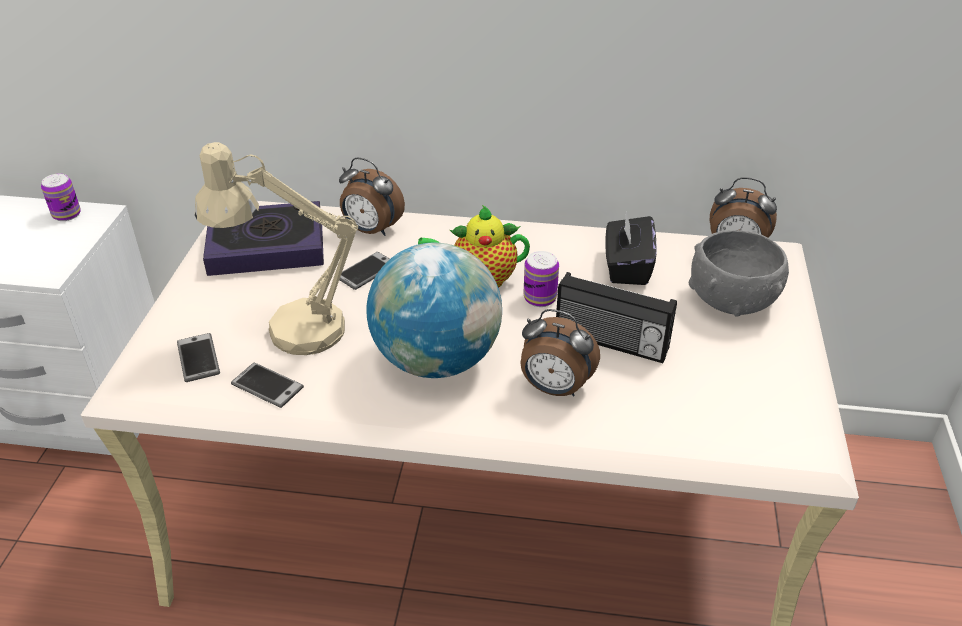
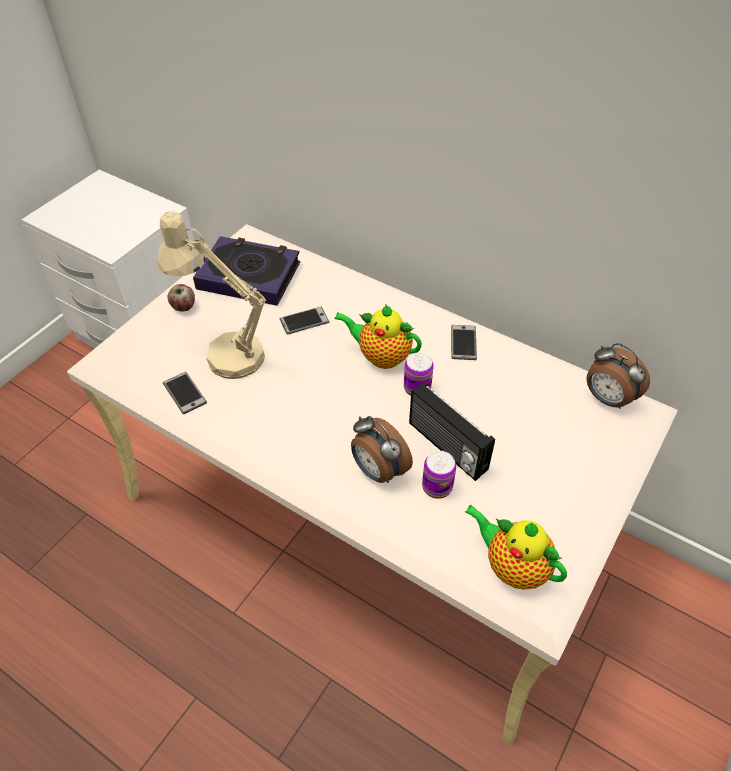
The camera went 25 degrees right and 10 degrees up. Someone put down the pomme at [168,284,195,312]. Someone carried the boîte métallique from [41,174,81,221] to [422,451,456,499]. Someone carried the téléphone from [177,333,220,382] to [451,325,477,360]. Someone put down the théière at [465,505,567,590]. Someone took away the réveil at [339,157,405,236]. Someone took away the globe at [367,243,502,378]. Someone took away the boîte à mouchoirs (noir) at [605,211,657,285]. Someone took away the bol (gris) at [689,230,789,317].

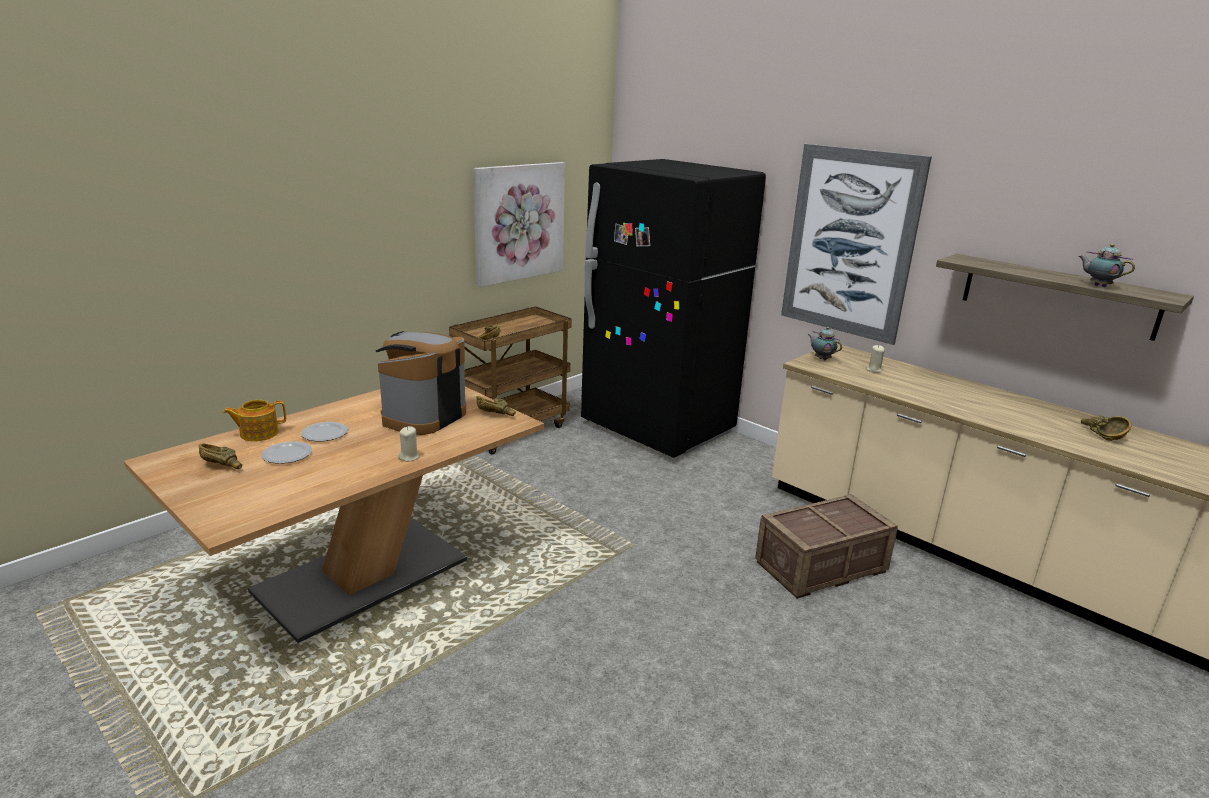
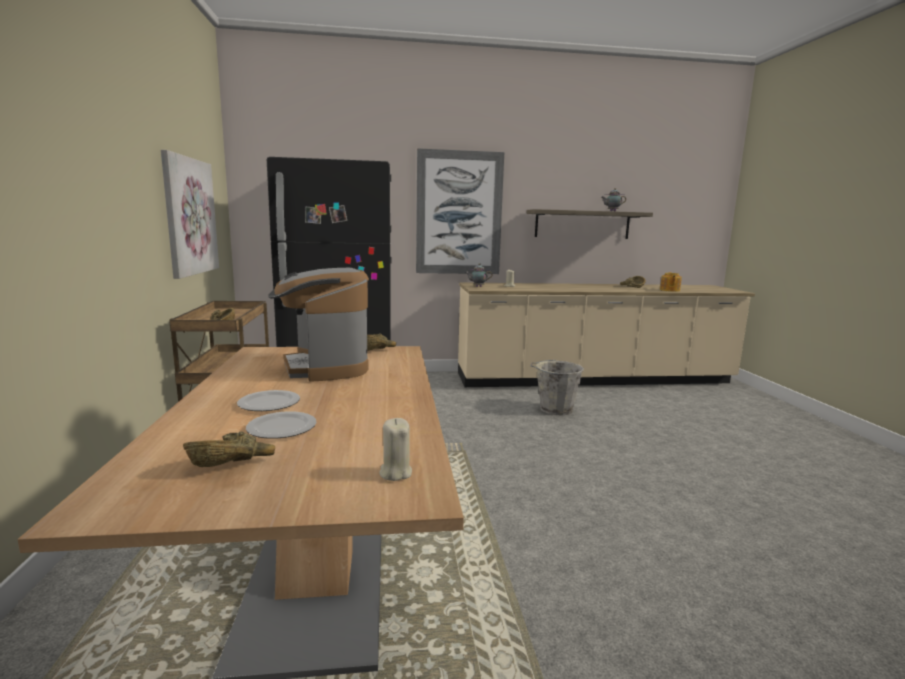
The camera went 50 degrees left and 10 degrees down. Someone carried the bougie (beige) from [399,426,419,462] to [379,418,412,481]. Someone swapped the caisse at [755,494,898,599] for the seau (gris) at [530,360,584,415]. Someone carried the théière from [223,400,286,441] to [660,272,682,292].

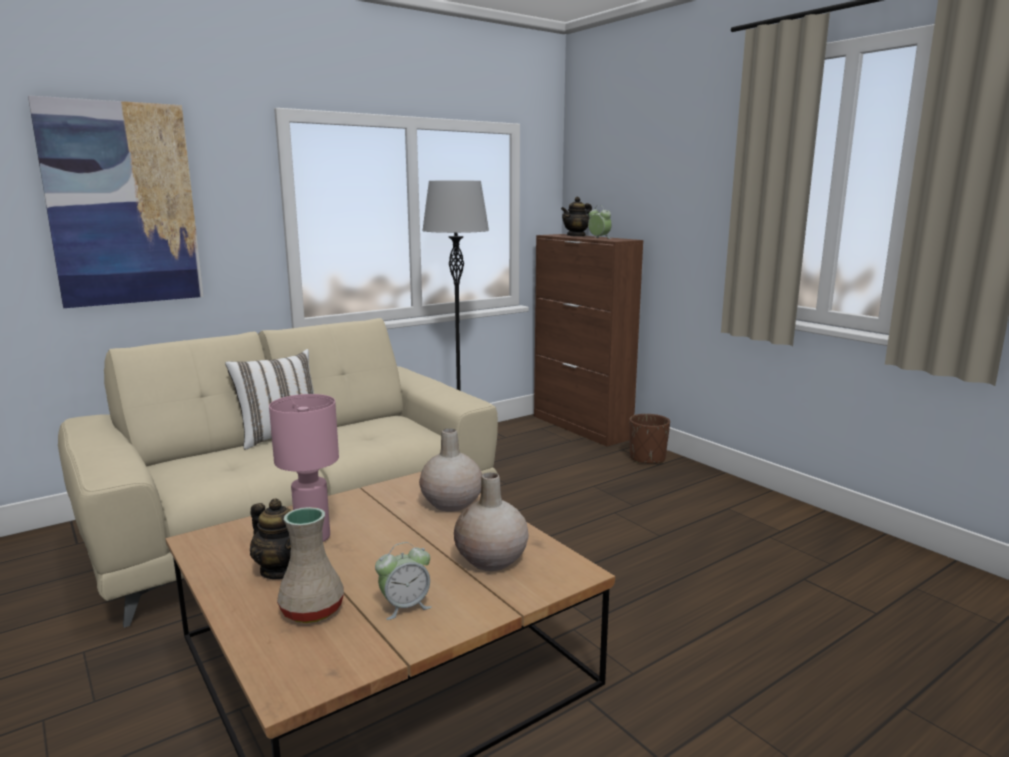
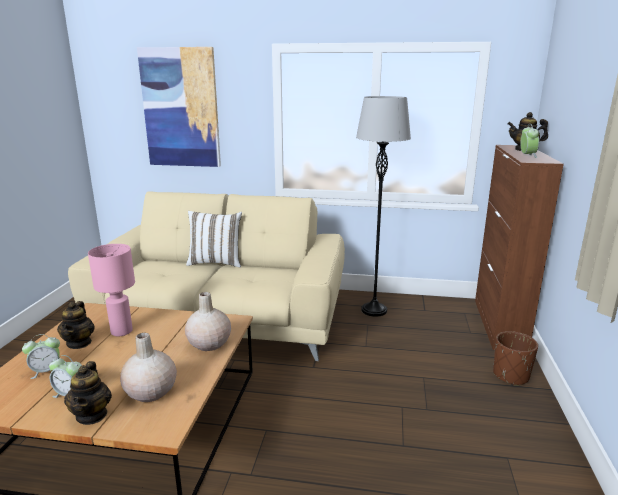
The camera went 45 degrees right and 5 degrees up. Someone swapped the vase (beige) at [277,507,344,623] for the réveil at [22,334,60,379]. Someone put down the théière at [64,361,112,425].

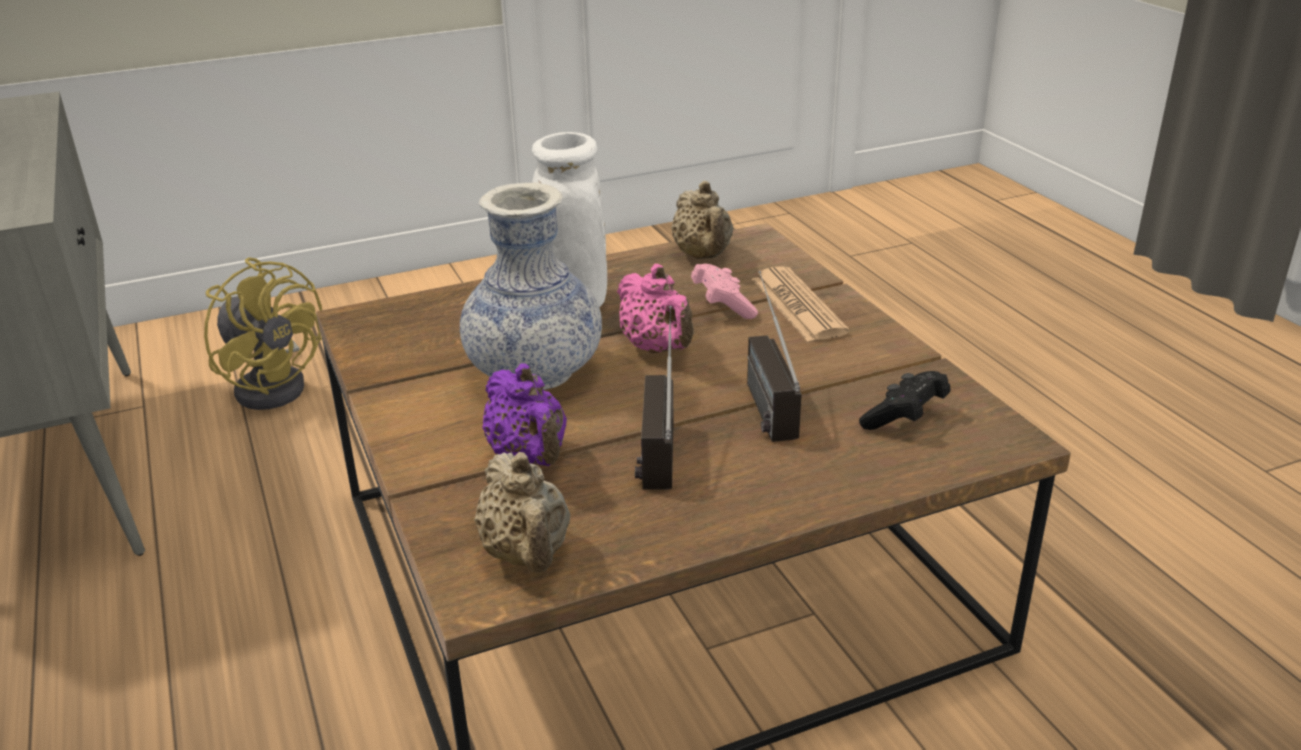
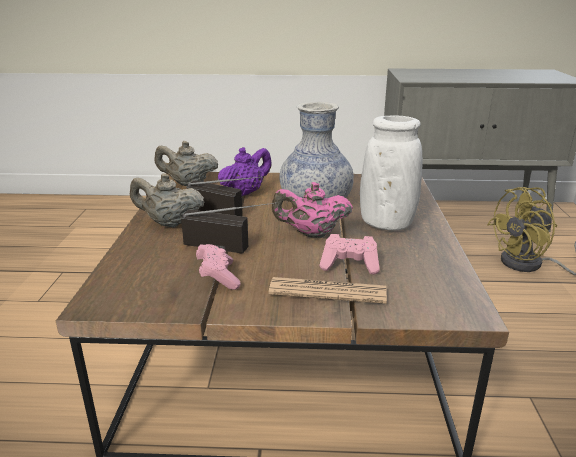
The camera went 115 degrees right and 5 degrees down. Someone carried the théière (beige) from [671,181,733,259] to [130,173,205,228]. Someone put down the manette (rose) at [196,244,241,290]. Someone rotated the théière (violet) at [482,363,567,466] by 135 degrees clockwise. Someone took away the manette (noir) at [859,371,951,430].

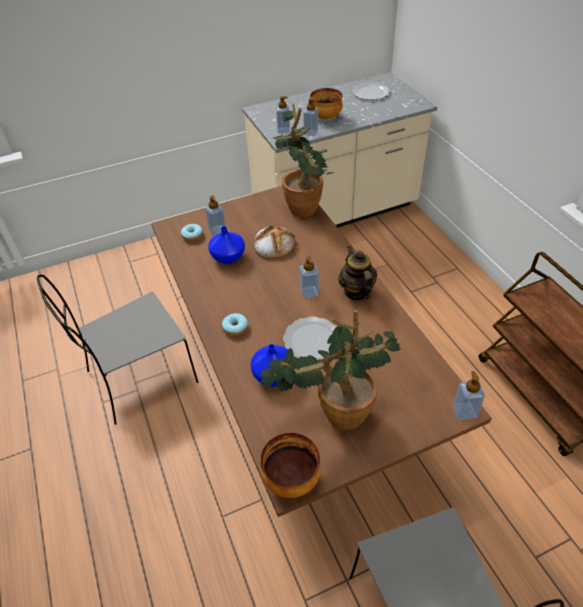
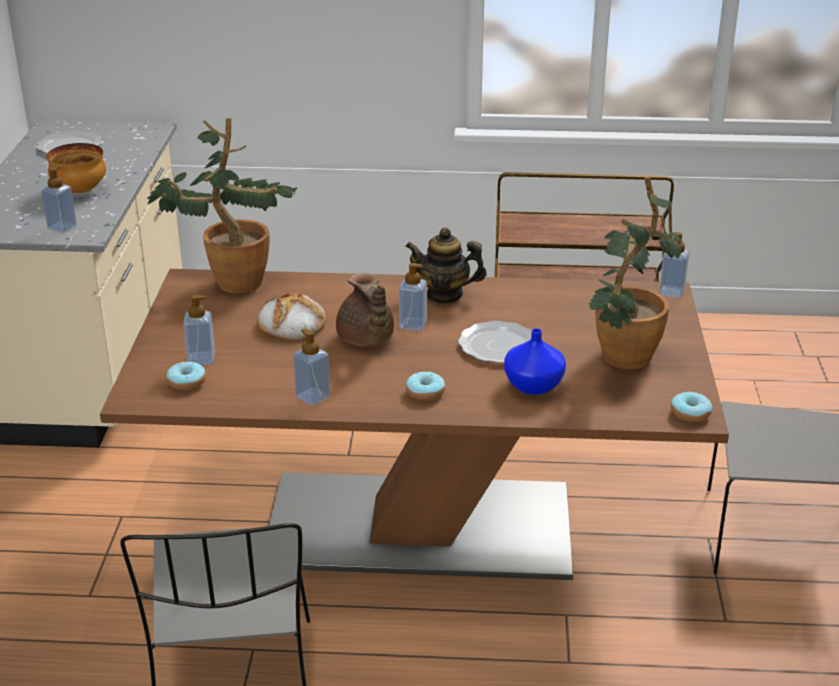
The camera went 65 degrees left and 15 degrees down. Someone carried the distributeur de savon from [303,97,318,136] to [293,328,330,405]. Someone put down the théière (marron) at [336,273,394,346]. Someone swapped the bol at [260,433,321,498] for the beignet at [671,391,712,422]. Someone took away the vase (bleu) at [208,226,245,264].

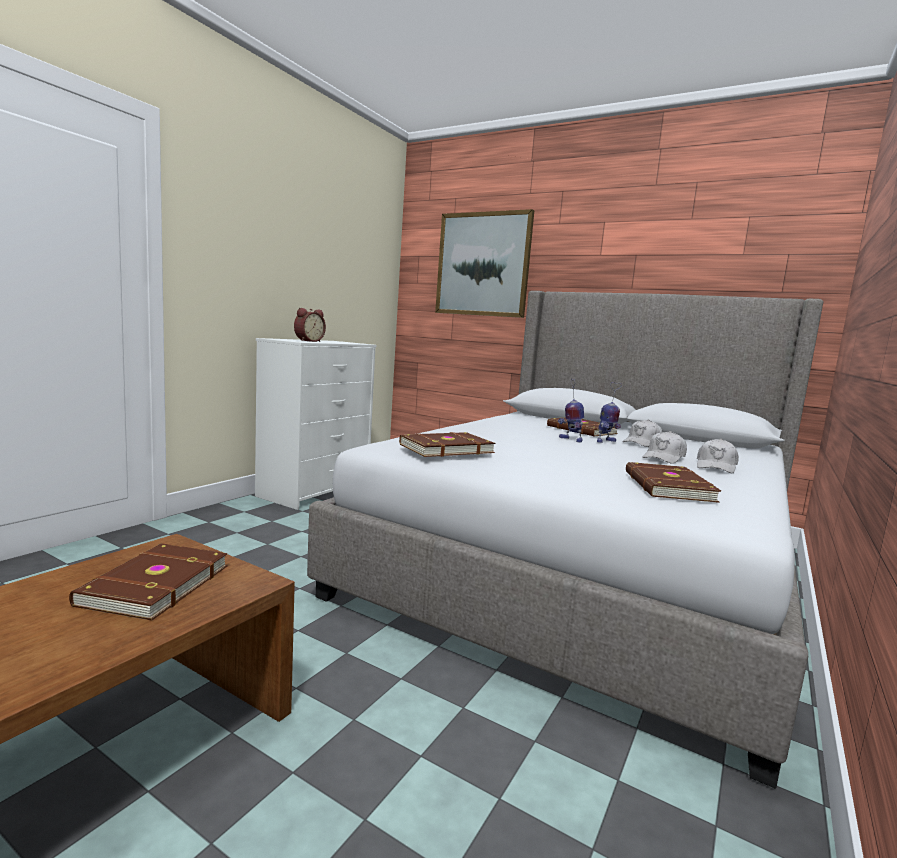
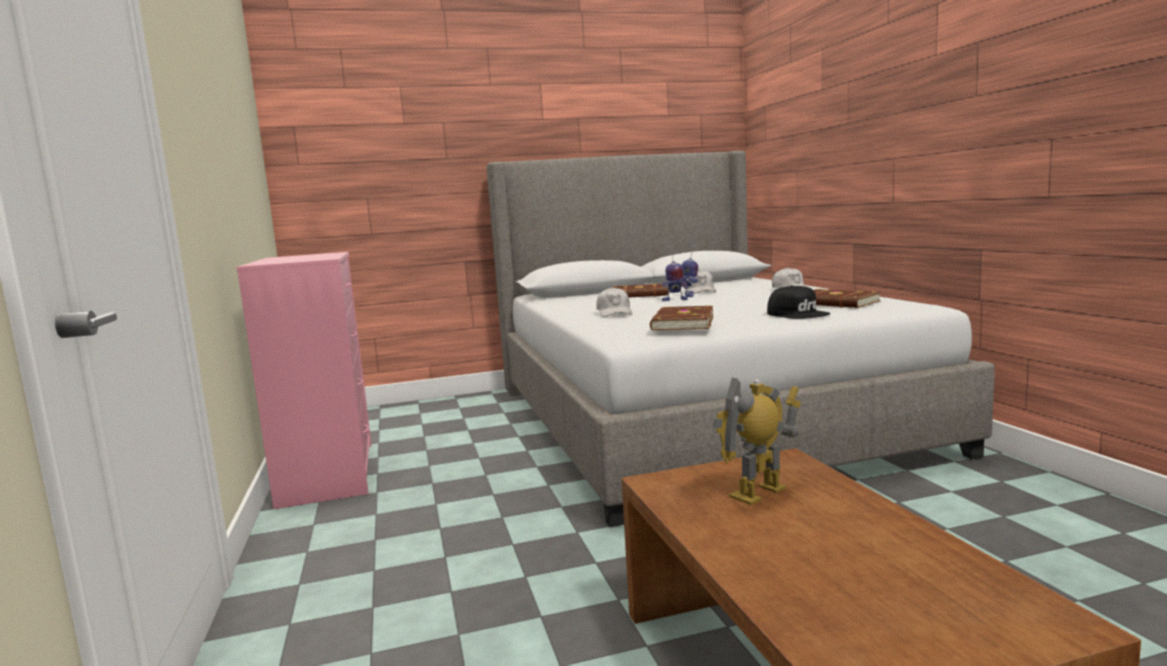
The camera went 45 degrees left and 0 degrees up. Someone repainted the commode (blanc) at [255,338,376,510], which became the commode (rose) at [236,252,372,509]. Someone carried the casquette (blanc) from [642,431,687,464] to [596,287,632,317]. Someone swapped the livre (marron) at [69,543,228,621] for the robot jouet at [713,378,801,505]. Someone put down the casquette (noir) at [767,285,830,319]. Someone took away the réveil at [294,308,326,342]. Someone took away the tableau at [435,209,534,318].

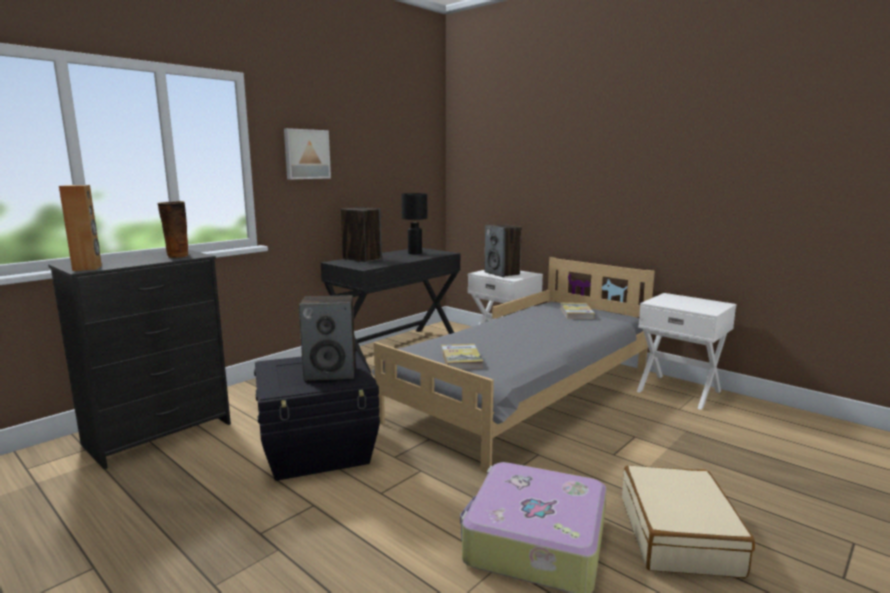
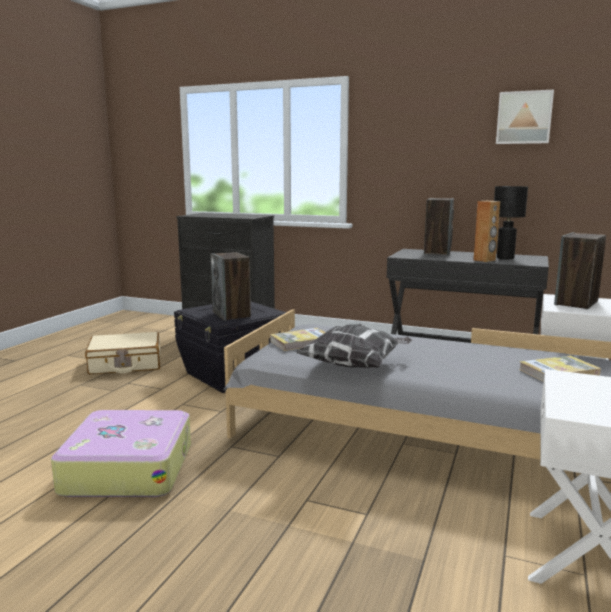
The camera went 70 degrees right and 0 degrees up. Someone carried the valise (beige) from [622,465,755,578] to [85,332,160,374]. Someone put down the coussin at [296,324,412,368]. Someone carried the enceinte (marron) from [59,185,102,271] to [473,201,500,262]. Someone carried the tableau from [284,128,331,179] to [496,90,554,144]. Someone took away the vase at [157,201,189,258].

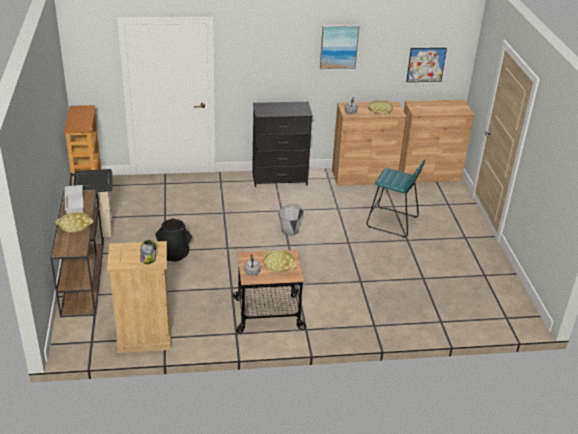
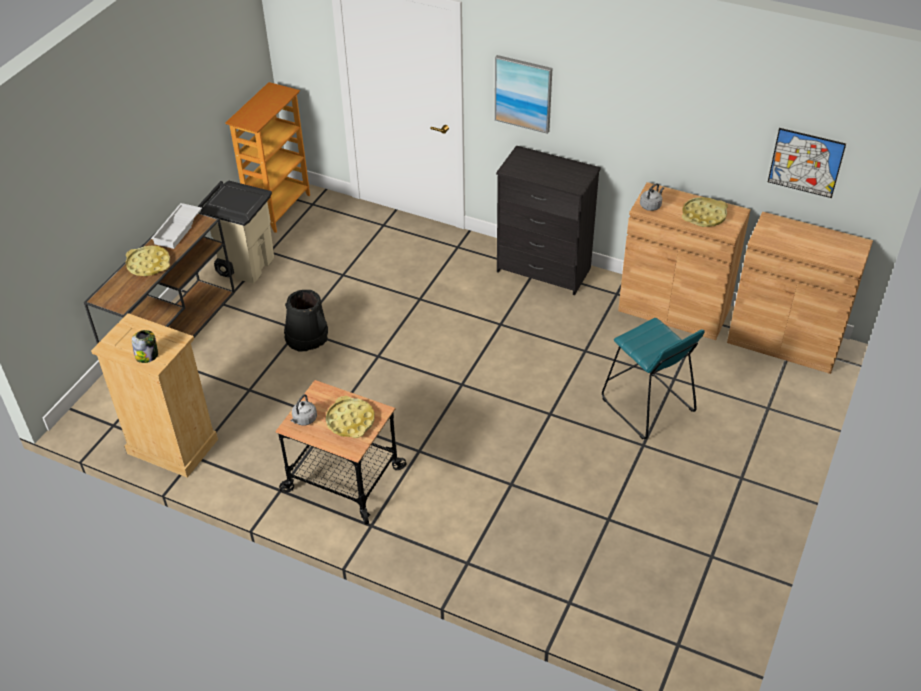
The camera went 35 degrees right and 10 degrees up. Someone carried the tableau from [320,25,360,69] to [495,55,552,134]. Someone took away the seau (gris) at [278,204,304,236].

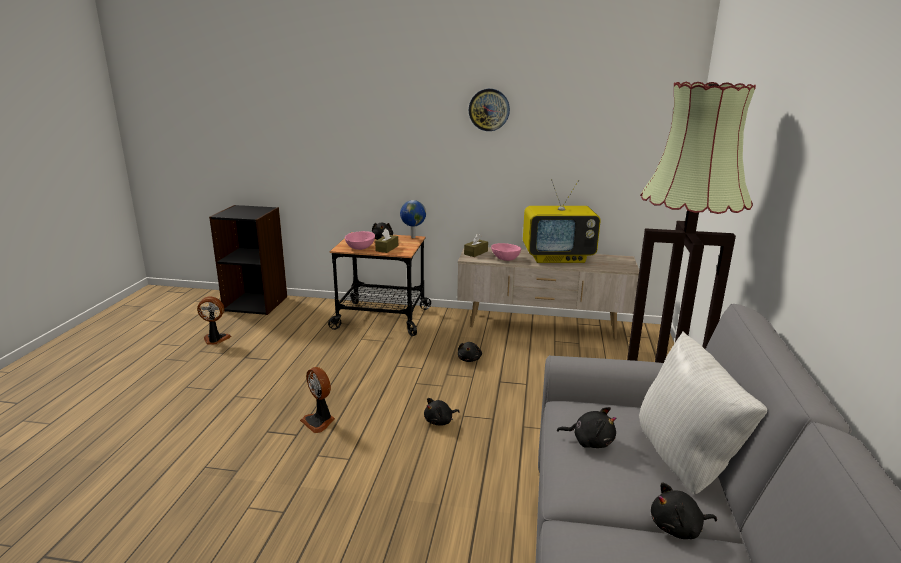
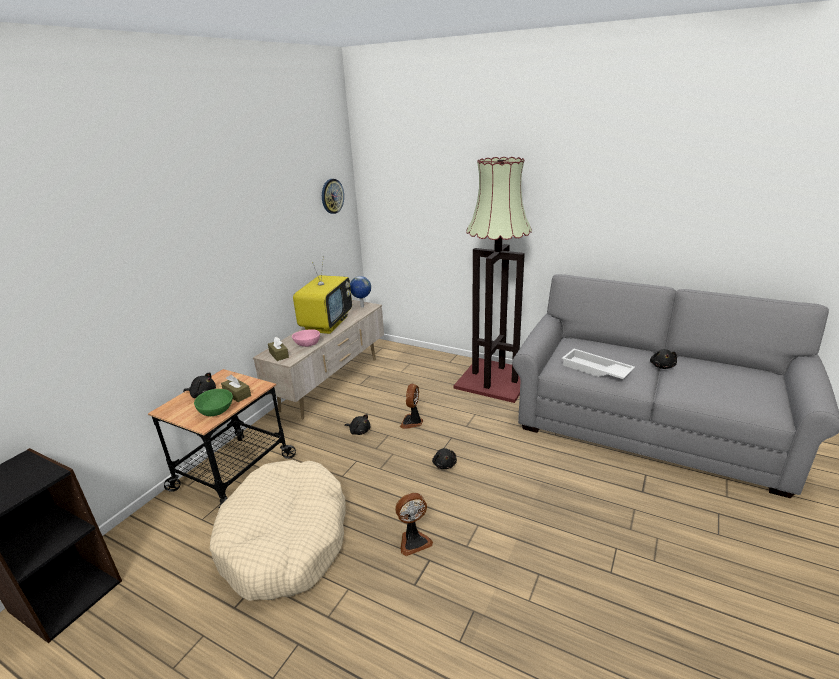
The camera went 70 degrees left and 5 degrees up. Someone repainted the bol (rose) at [345,231,375,250], which became the bol (vert) at [194,389,233,416]. Someone put down the panier pour chien (beige) at [210,460,345,601]. Someone carried the horloge murale from [469,89,510,131] to [322,179,344,214]. Someone carried the globe from [400,200,426,238] to [350,276,371,308]. Someone carried the ventilateur from [197,296,231,344] to [400,384,423,429]. Someone swapped the peluche (noir) at [557,407,616,448] for the plateau (blanc) at [562,349,635,379]. Someone took away the coussin (blanc) at [639,331,767,494].

